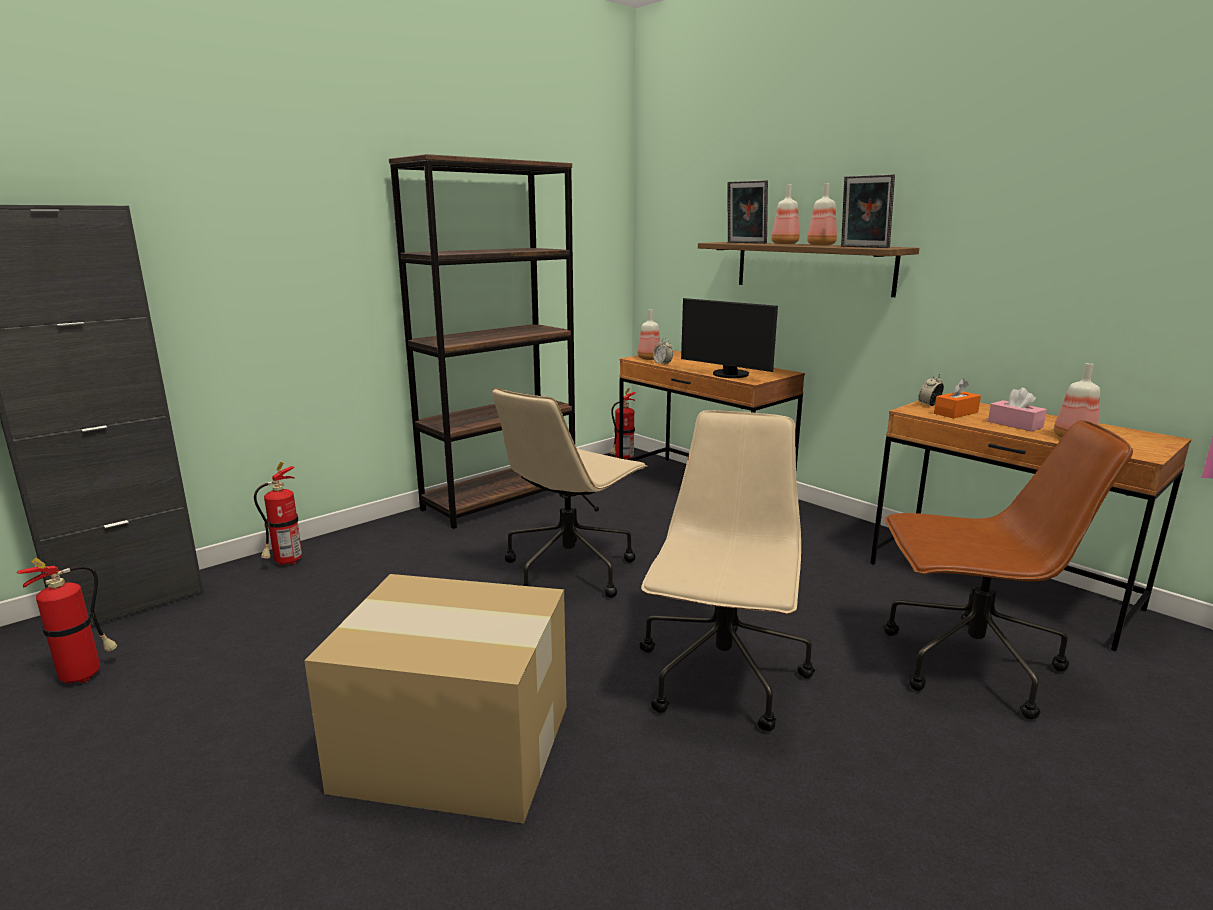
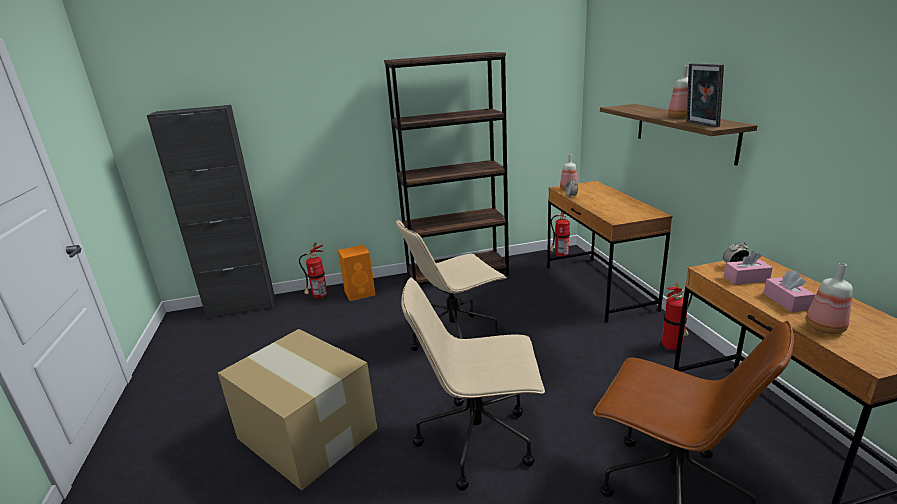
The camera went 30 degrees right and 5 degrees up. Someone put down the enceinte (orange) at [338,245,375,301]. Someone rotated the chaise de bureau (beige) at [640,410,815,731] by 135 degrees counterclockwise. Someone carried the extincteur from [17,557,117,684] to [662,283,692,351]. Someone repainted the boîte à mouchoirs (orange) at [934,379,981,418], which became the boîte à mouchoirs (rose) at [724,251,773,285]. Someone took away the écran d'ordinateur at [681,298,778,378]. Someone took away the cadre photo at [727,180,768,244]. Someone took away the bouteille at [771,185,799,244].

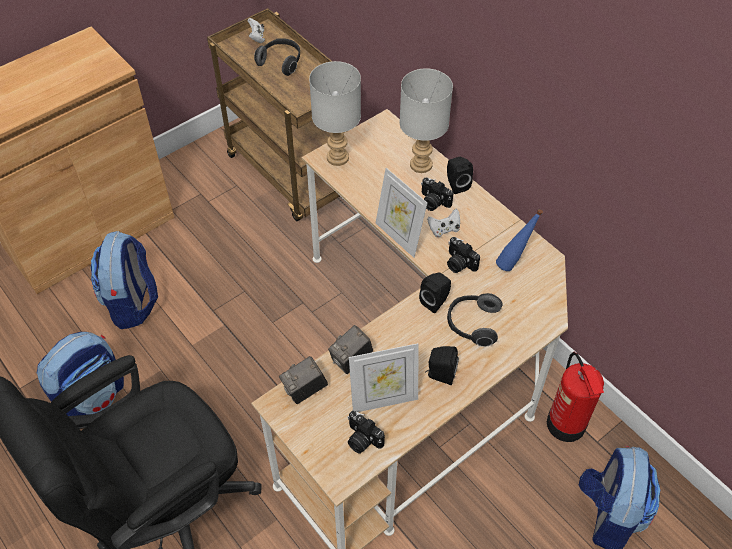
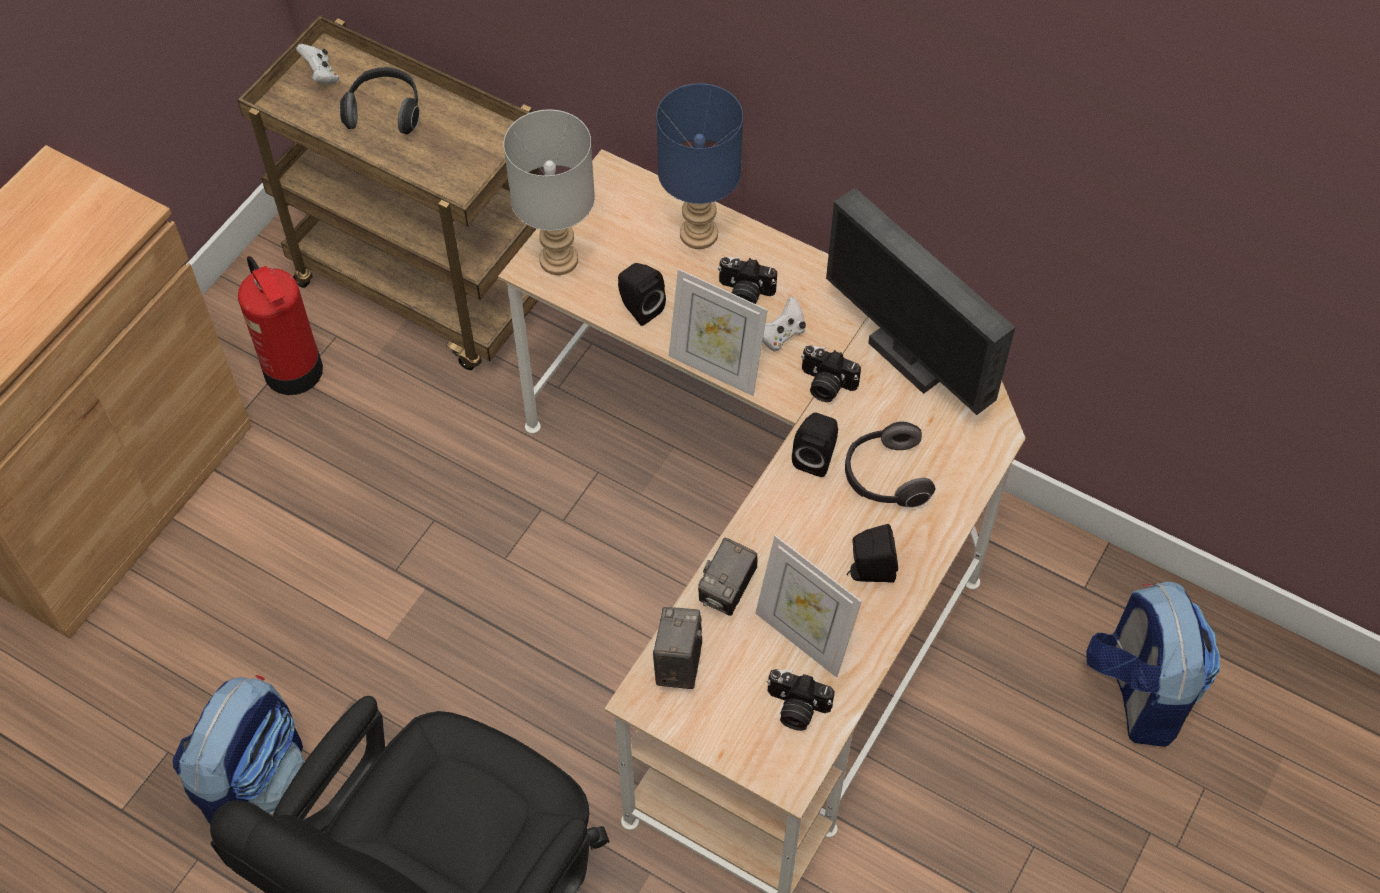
The camera went 20 degrees left and 5 degrees up. Someone carried the extincteur from [547,352,604,442] to [238,256,323,395]. Someone carried the enceinte (noir) from [447,157,473,194] to [618,263,666,326]. Someone rotated the appareil photo at [279,356,328,404] by 150 degrees clockwise. Someone repainted the lampe de table (gris) at [399,68,453,173], which became the lampe de table (bleu) at [657,83,743,249]. Someone rotated the cadre photo at [349,343,419,412] by 75 degrees clockwise. Someone swapped the bouteille (bleu) at [496,209,543,271] for the écran d'ordinateur at [826,188,1015,415]. Someone took away the sac à dos at [91,231,158,329].

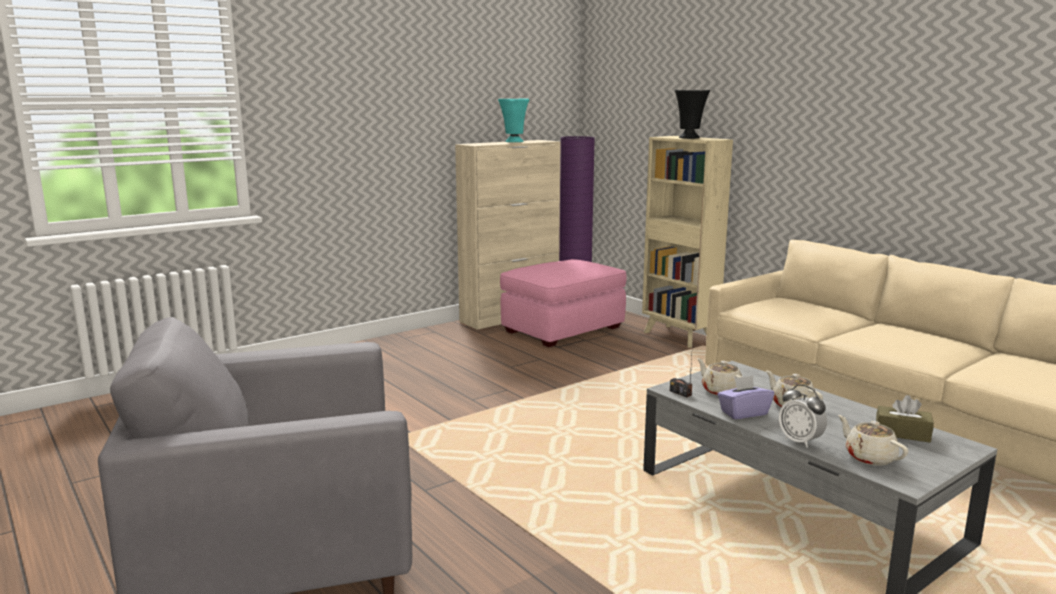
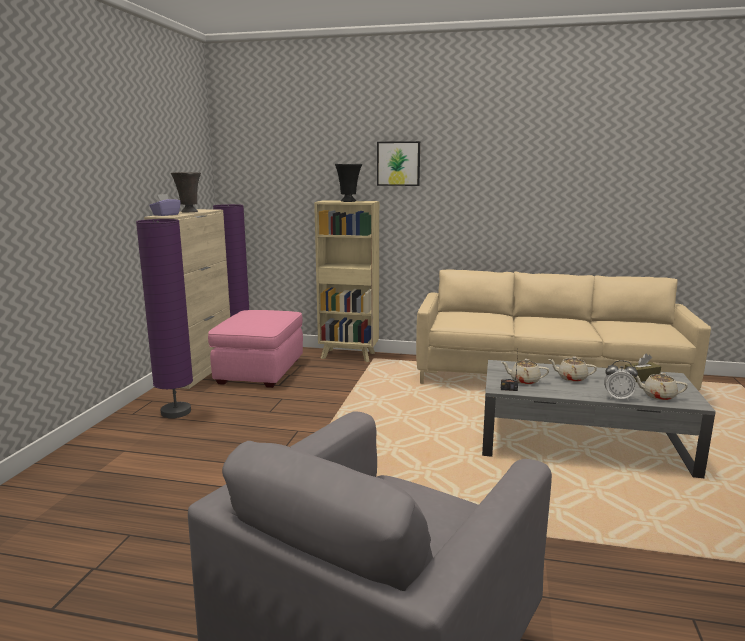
The camera went 40 degrees left and 0 degrees up. Someone put down the lampadaire (violet) at [136,219,193,418]. Someone carried the boîte à mouchoirs (violet) from [717,375,774,419] to [149,194,181,216]. Someone repainted the vase (turquoise) at [498,99,529,142], which became the vase (gris) at [171,172,201,213]. Someone put up the tableau at [377,141,420,186].

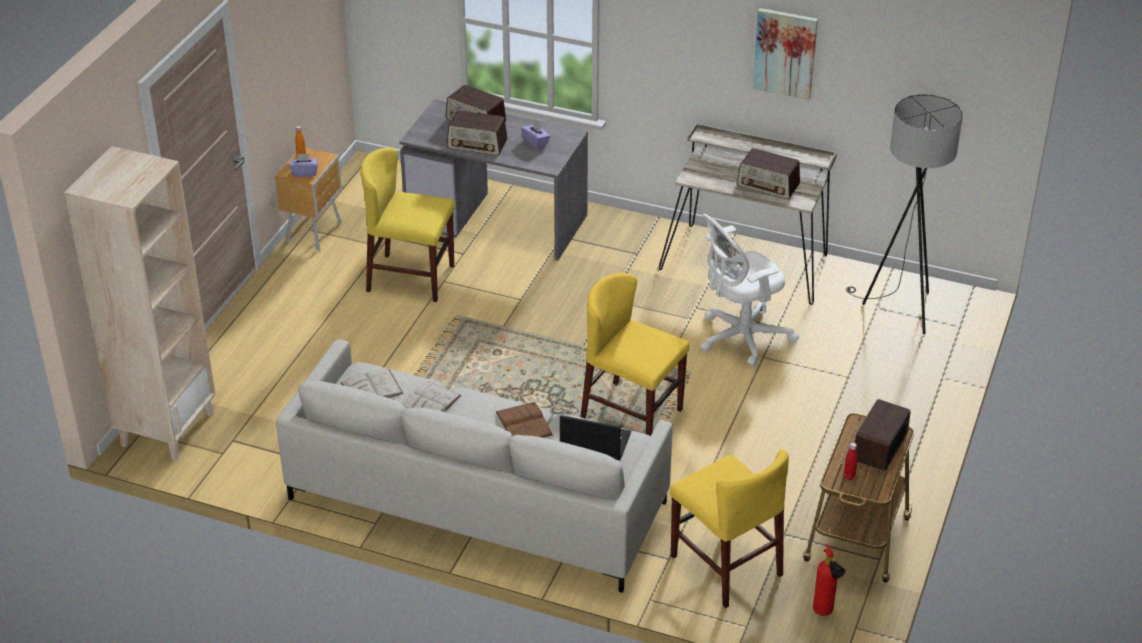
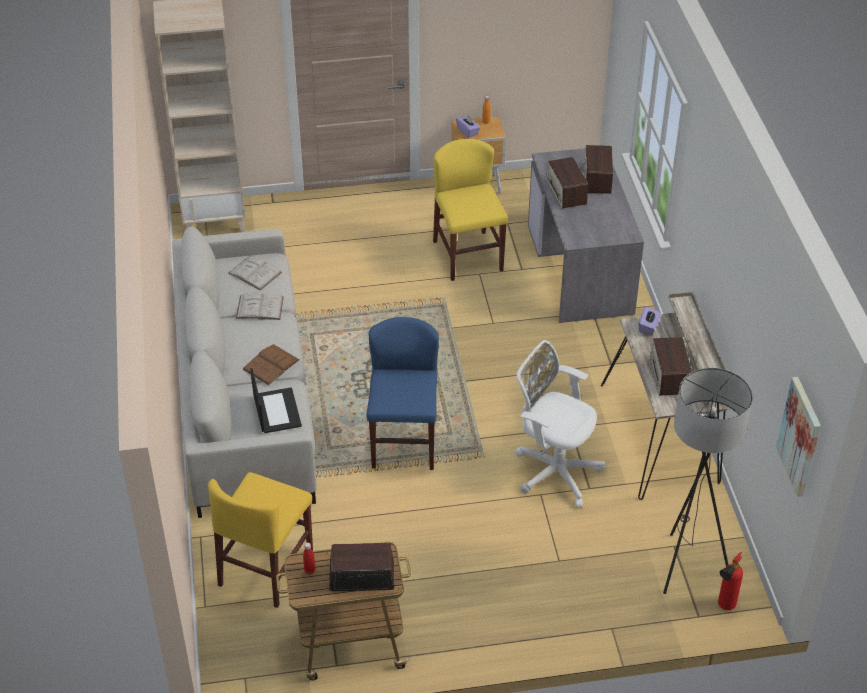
The camera went 60 degrees right and 5 degrees up. Someone repainted the chaise (jaune) at [580,273,689,436], which became the chaise (bleu) at [366,317,439,470]. Someone carried the boîte à mouchoirs (violet) from [521,121,550,149] to [639,306,661,335]. Someone carried the extincteur from [813,543,845,616] to [718,552,743,610]. Someone carried the tableau from [753,8,818,100] to [776,377,821,497].

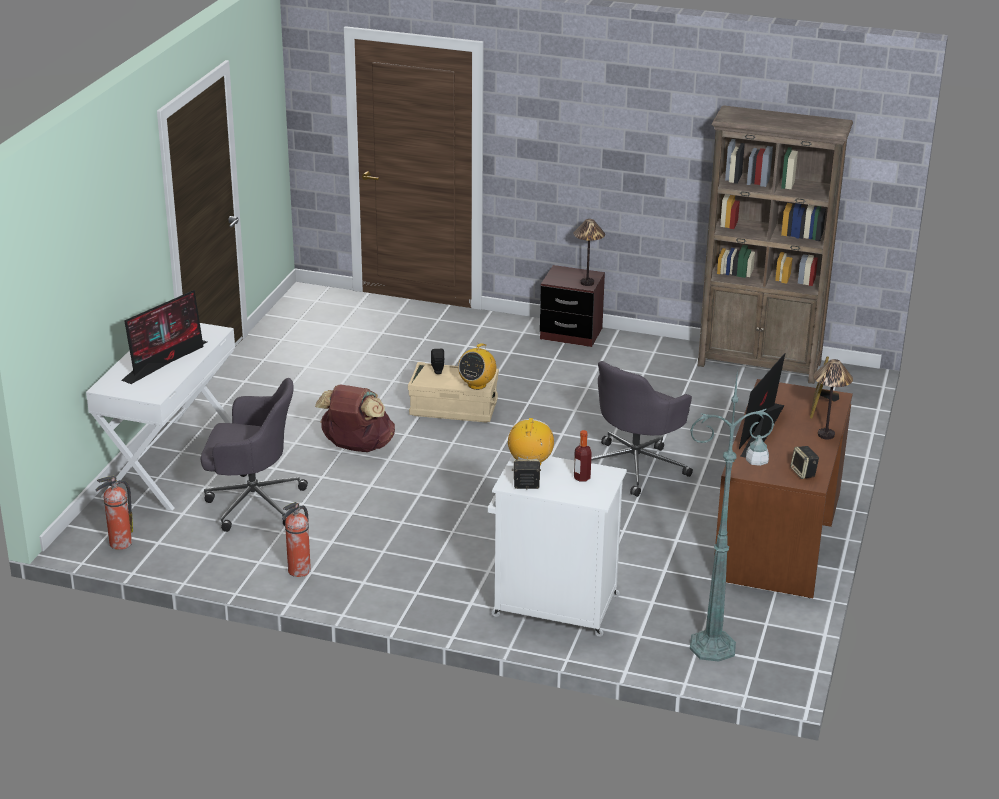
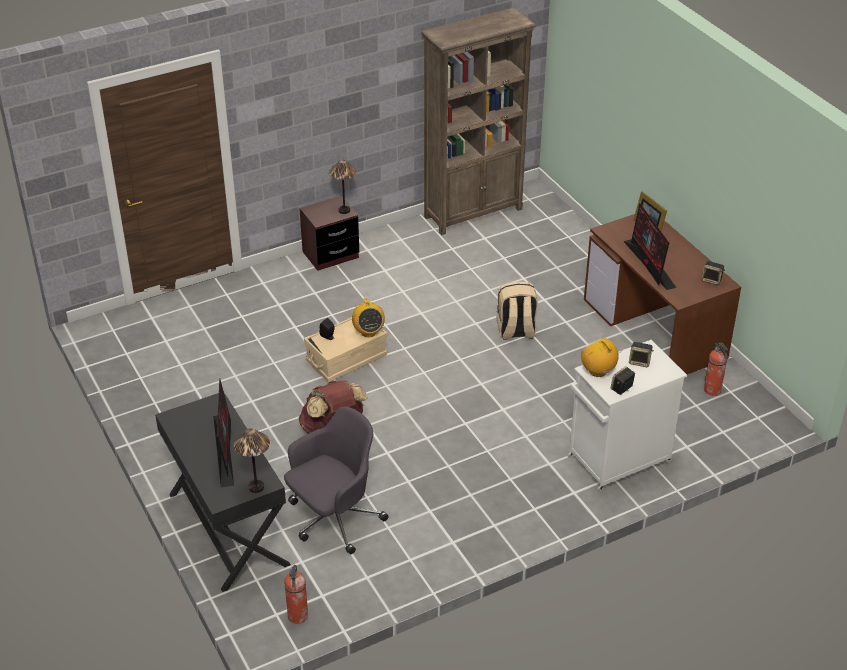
The camera went 45 degrees left and 10 degrees up. Someone repainted the bureau (blanc) at [86,323,235,511], which became the bureau (noir) at [155,393,291,592]. Someone carried the lampe de table from [814,359,853,439] to [234,428,270,493]. Someone swapped the chaise de bureau (gris) at [591,361,693,497] for the sac à dos (beige) at [496,281,538,340]. Someone swapped the bouteille at [574,430,592,482] for the enceinte at [629,342,654,367]. Someone carried the extincteur from [282,502,311,577] to [704,342,728,396]. Someone took away the lampadaire (vert) at [690,369,774,662].

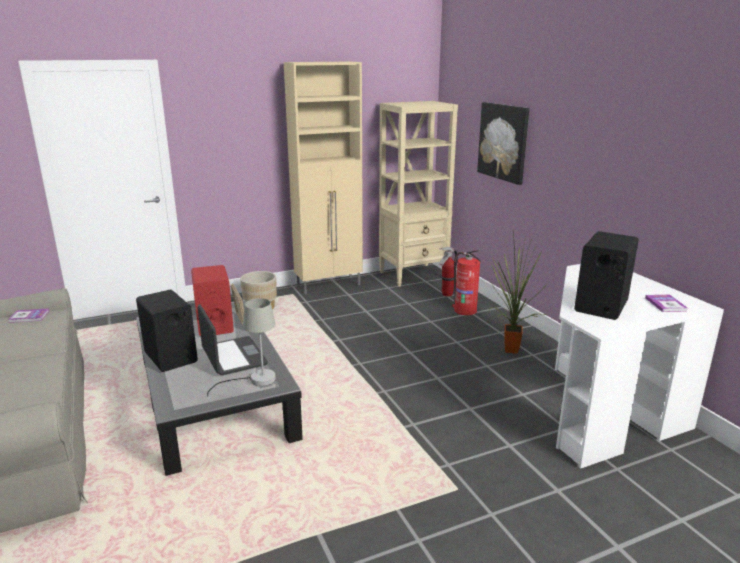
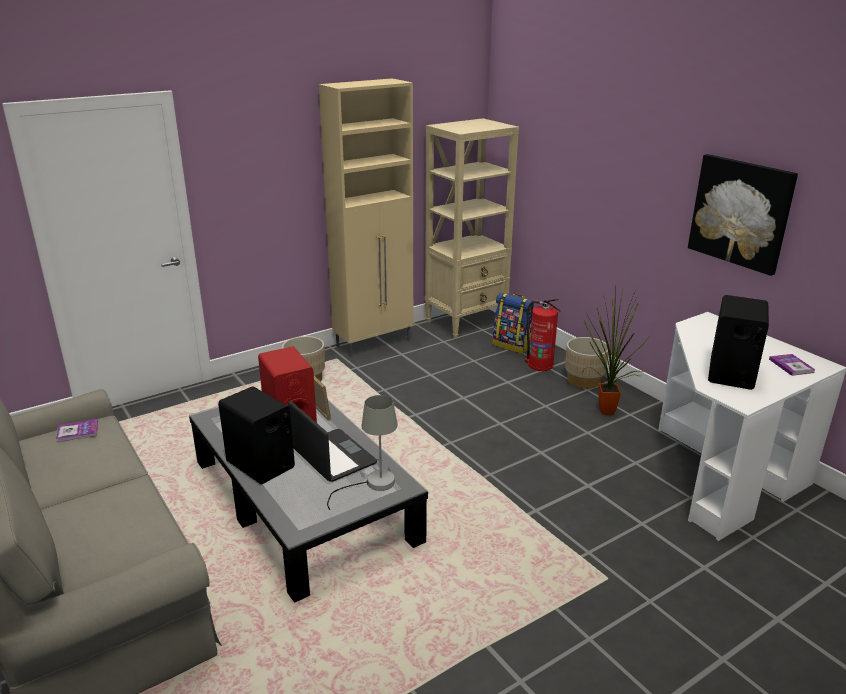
The camera went 10 degrees left and 5 degrees up. Someone swapped the extincteur at [439,247,458,296] for the sac à dos at [493,293,534,354]. Someone put down the cache-pot (beige) at [565,337,609,389]. Someone carried the tableau from [477,102,529,185] to [688,154,798,276].

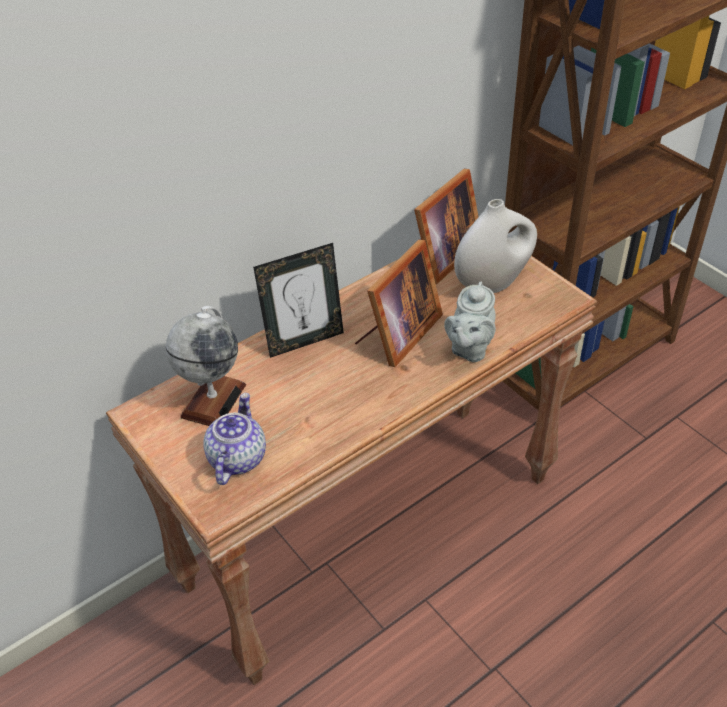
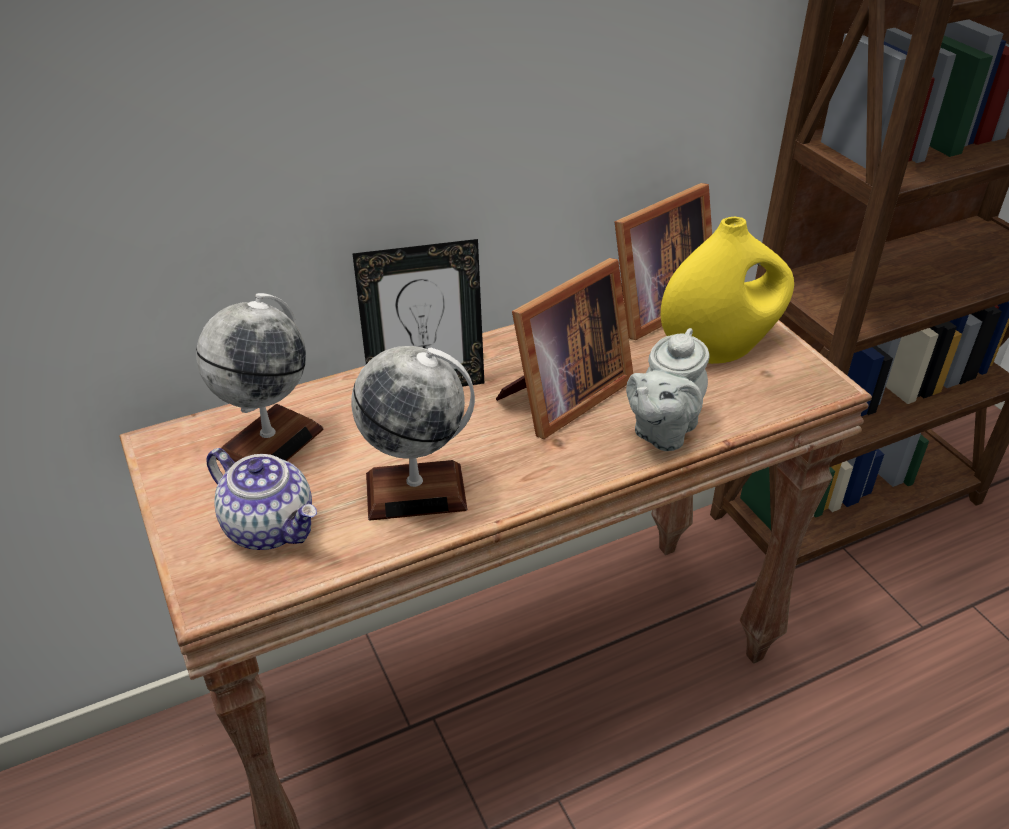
The camera went 10 degrees right and 5 degrees down. Someone rotated the théière at [203,393,266,485] by 105 degrees clockwise. Someone put down the globe at [351,346,475,521]. Someone repainted the vase (blanc) at [454,199,537,293], which became the vase (jaune) at [661,217,794,364].

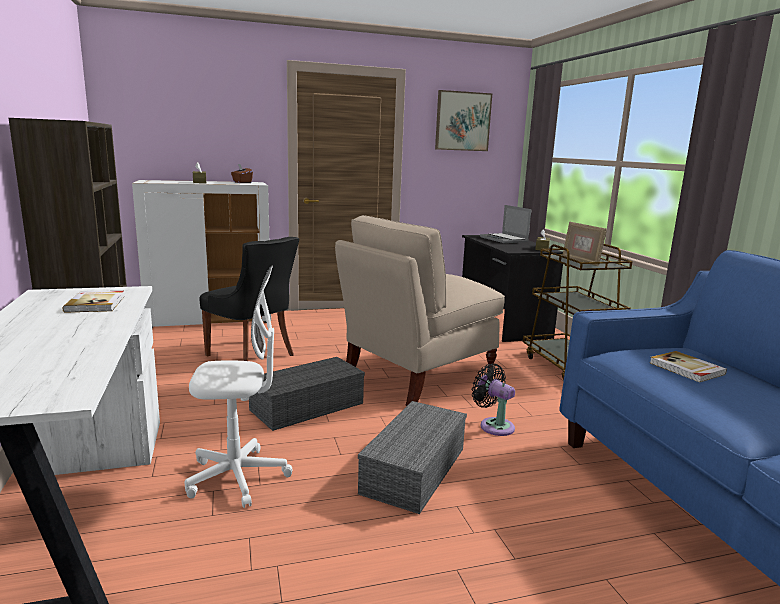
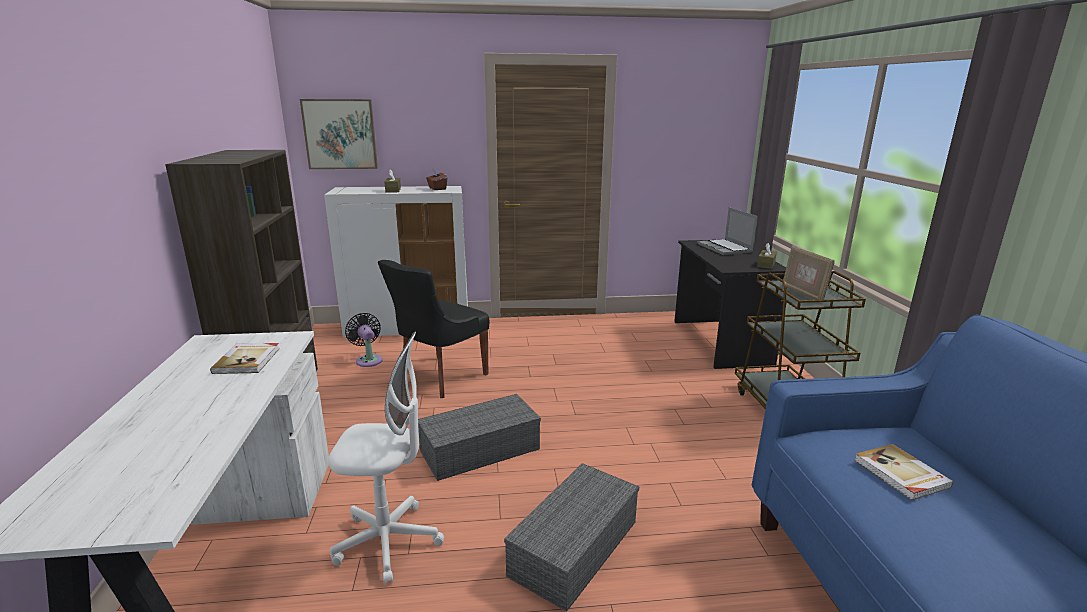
The camera went 10 degrees right and 5 degrees up. Someone carried the tableau from [435,90,492,151] to [300,99,378,169]. Someone carried the ventilateur (noir) from [472,364,515,436] to [345,313,383,367]. Someone rotated the chaise (noir) at [200,237,299,361] by 75 degrees clockwise. Someone took away the chaise (beige) at [335,215,505,406].

